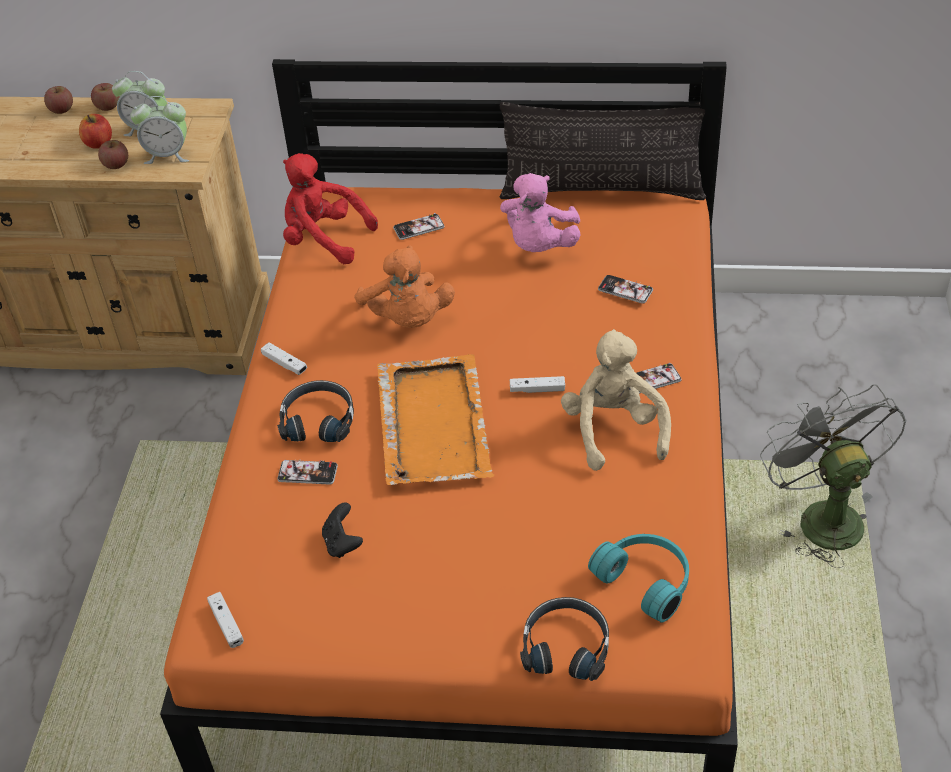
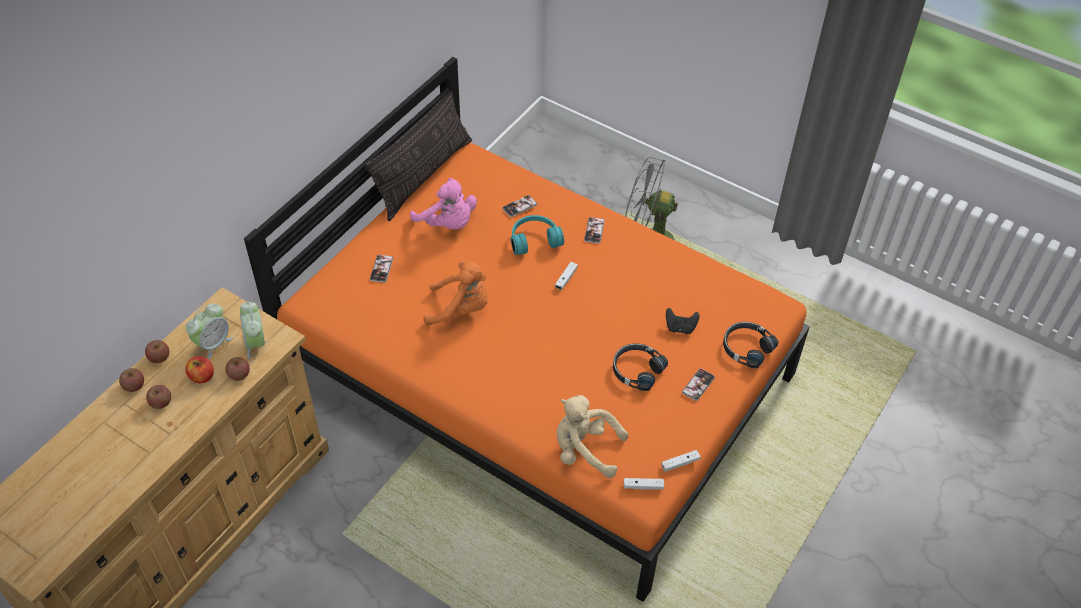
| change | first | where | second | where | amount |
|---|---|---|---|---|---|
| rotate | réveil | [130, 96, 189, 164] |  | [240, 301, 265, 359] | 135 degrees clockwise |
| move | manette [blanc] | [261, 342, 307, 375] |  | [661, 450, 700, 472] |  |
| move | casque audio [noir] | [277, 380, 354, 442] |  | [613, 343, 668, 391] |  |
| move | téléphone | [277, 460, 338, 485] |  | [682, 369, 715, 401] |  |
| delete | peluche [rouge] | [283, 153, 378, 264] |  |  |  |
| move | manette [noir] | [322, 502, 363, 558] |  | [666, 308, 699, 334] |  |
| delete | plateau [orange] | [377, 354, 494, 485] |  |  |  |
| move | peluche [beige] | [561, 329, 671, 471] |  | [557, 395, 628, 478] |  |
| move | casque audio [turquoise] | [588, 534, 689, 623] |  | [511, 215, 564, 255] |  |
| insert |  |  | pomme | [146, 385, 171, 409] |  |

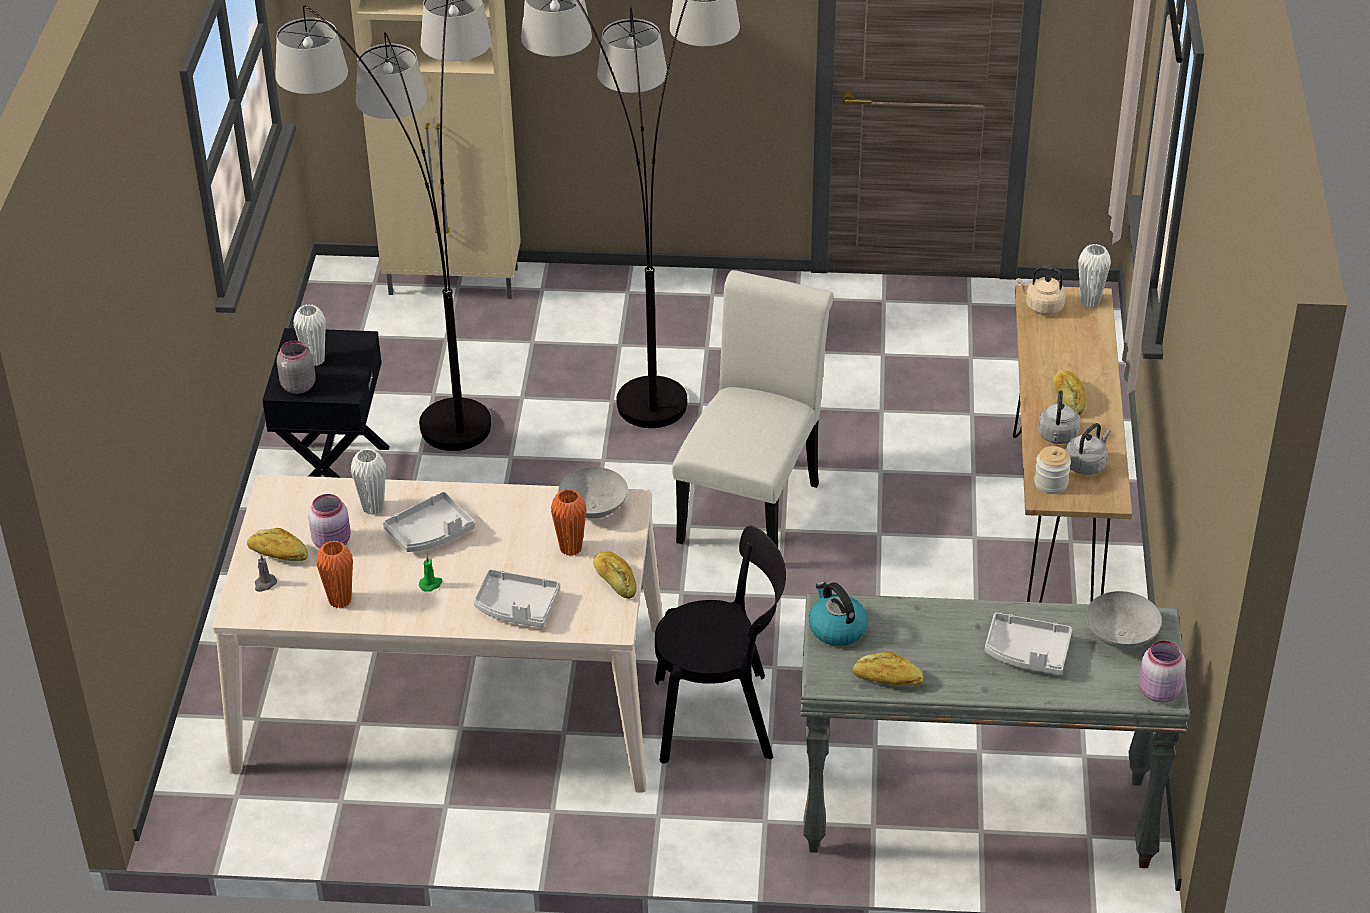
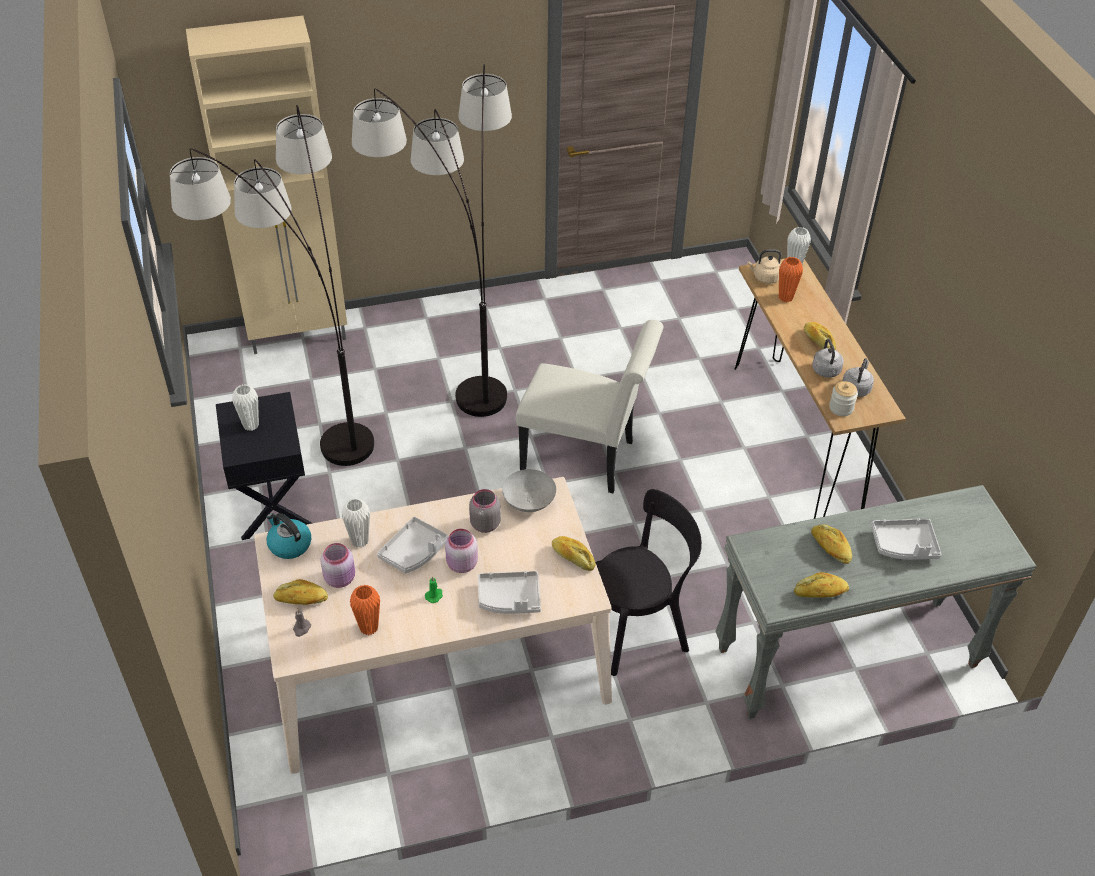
| change | first | where | second | where | amount |
|---|---|---|---|---|---|
| move | bocal [gris] | [277, 341, 316, 394] |  | [469, 489, 501, 533] |  |
| move | vase [orange] | [551, 489, 587, 556] |  | [779, 257, 803, 302] |  |
| rotate | chaise [blanc] | [672, 270, 834, 547] |  | [516, 320, 664, 493] | 105 degrees clockwise |
| move | bouilloire | [809, 582, 868, 646] |  | [266, 513, 311, 559] |  |
| delete | bol [gris] | [1086, 591, 1162, 649] |  |  |  |
| move | bocal [rose] | [1139, 640, 1186, 702] |  | [445, 529, 478, 573] |  |
| insert |  |  | pain | [811, 524, 852, 564] |  |

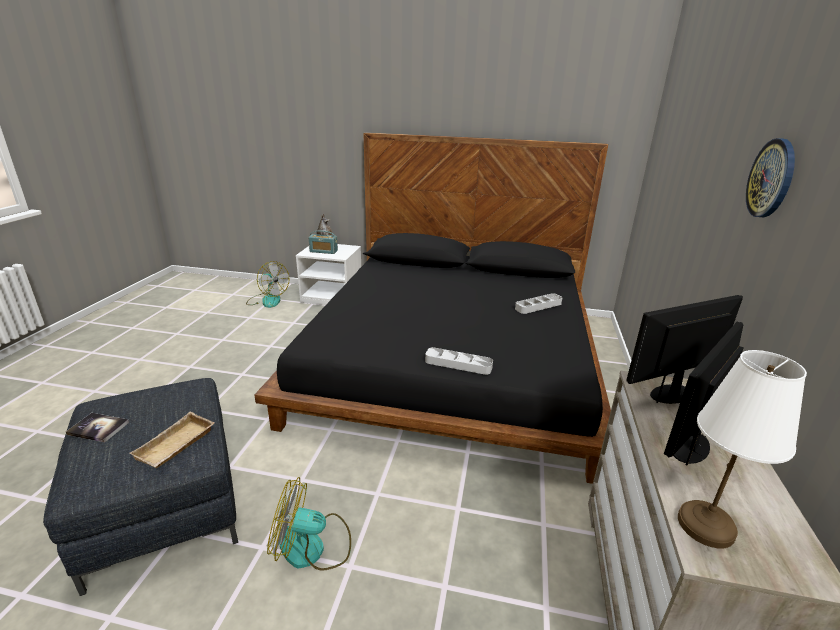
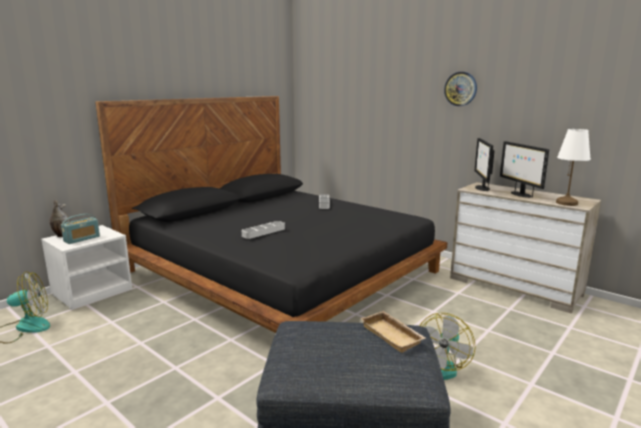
| change | first | where | second | where | amount |
|---|---|---|---|---|---|
| delete | livre | [66, 413, 129, 442] |  |  |  |
| move | plateau [gris] | [425, 347, 493, 375] |  | [242, 221, 285, 239] |  |

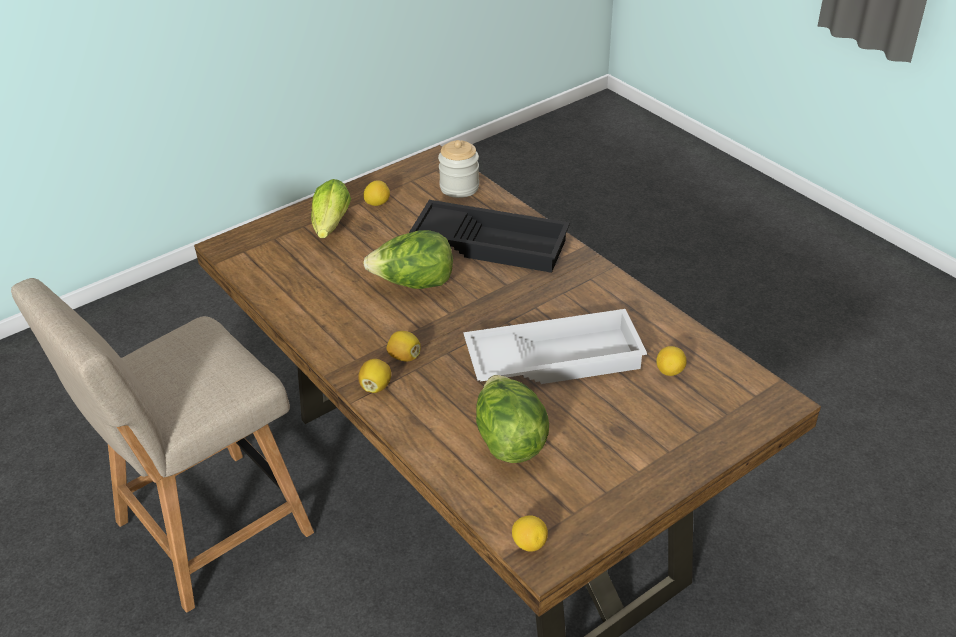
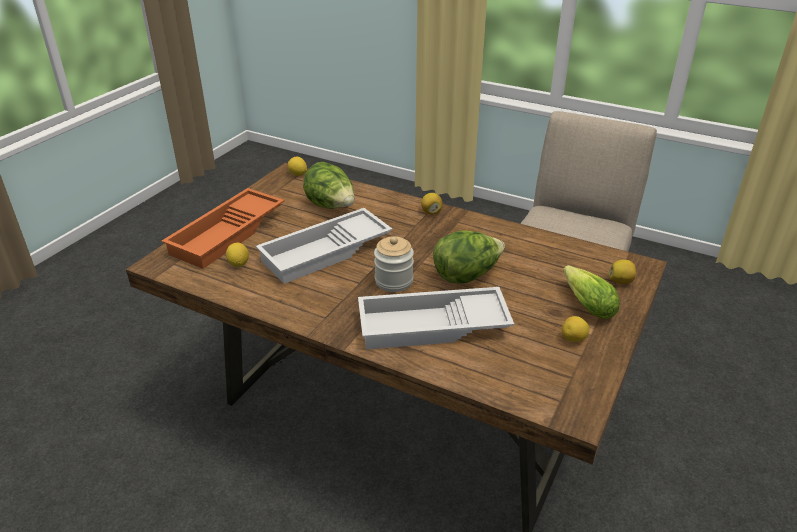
| change | first | where | second | where | amount |
|---|---|---|---|---|---|
| move | citron | [387, 331, 421, 362] |  | [609, 260, 636, 284] |  |
| recolor | plateau [noir] | [409, 200, 570, 273] | plateau [blanc] | [358, 287, 514, 349] |  |
| move | bocal | [438, 140, 479, 198] |  | [374, 236, 414, 292] |  |
| insert |  |  | plateau [orange] | [161, 188, 285, 269] |  |

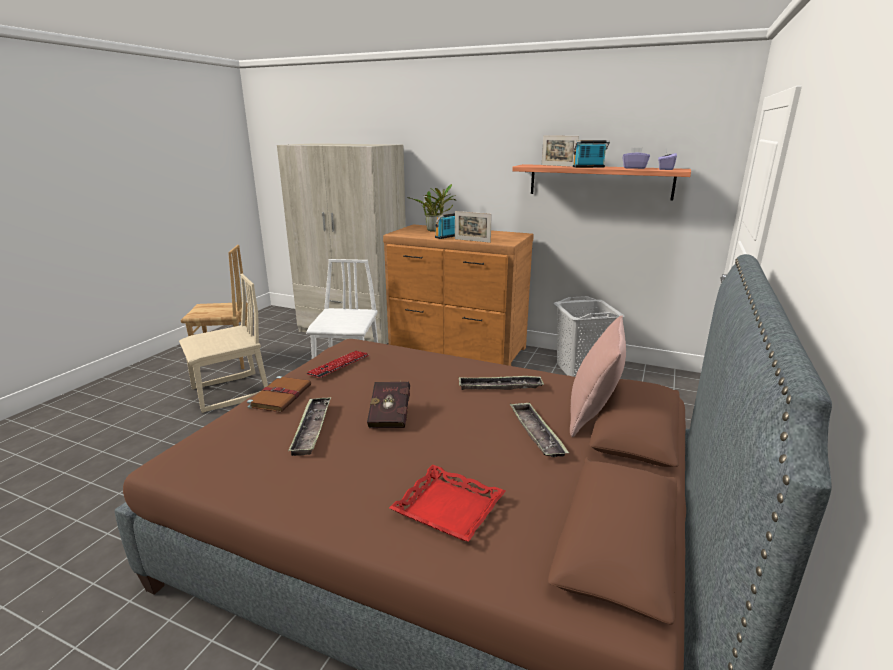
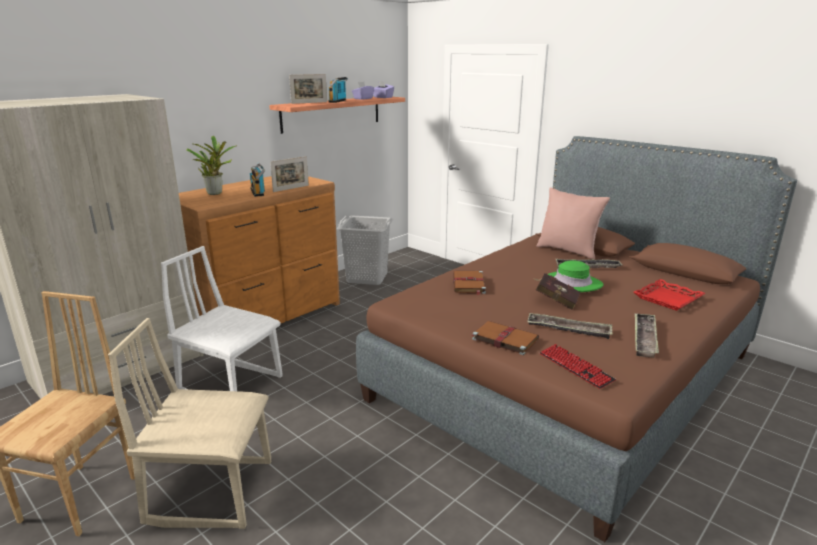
| change | first | where | second | where | amount |
|---|---|---|---|---|---|
| rotate | chaise [beige] | [179, 274, 268, 413] |  | [108, 318, 271, 529] | 75 degrees counterclockwise |
| move | clavier | [307, 351, 369, 378] |  | [540, 344, 616, 389] |  |
| move | plateau | [459, 376, 544, 390] |  | [635, 313, 659, 358] |  |
| insert |  |  | livre [marron] | [453, 270, 486, 295] |  |
| insert |  |  | chapeau [vert] | [548, 261, 603, 292] |  |

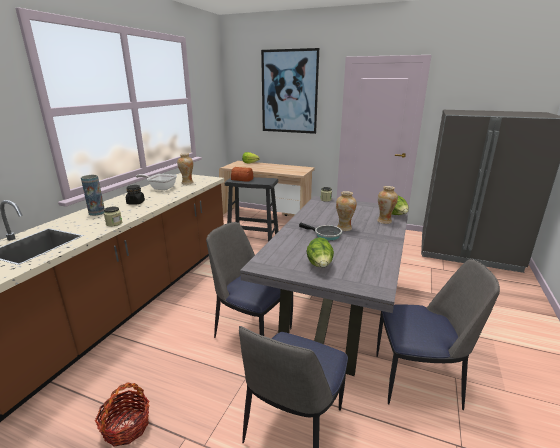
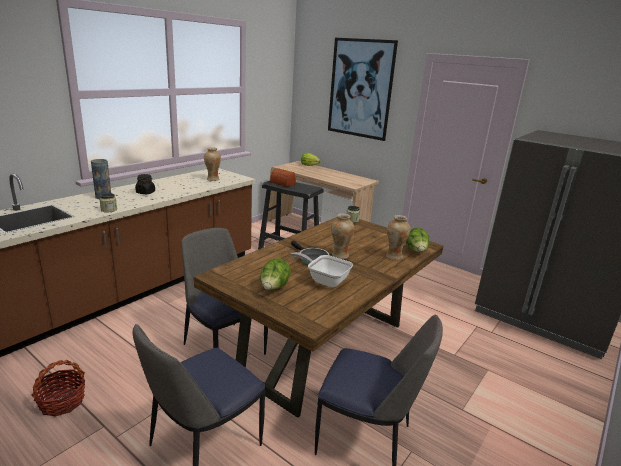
| change | first | where | second | where | amount |
|---|---|---|---|---|---|
| move | poêle | [136, 174, 177, 190] |  | [291, 252, 353, 288] |  |
| recolor | table à manger [gris] | [240, 196, 409, 376] | table à manger [marron] | [193, 217, 444, 418] |  |

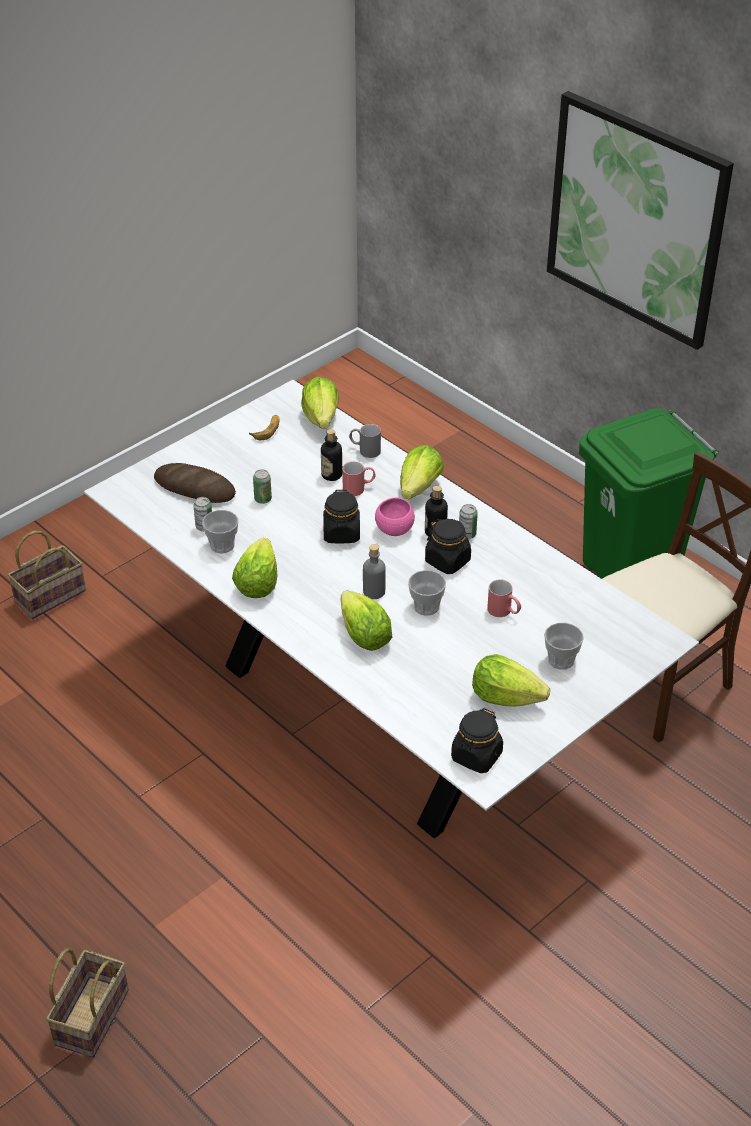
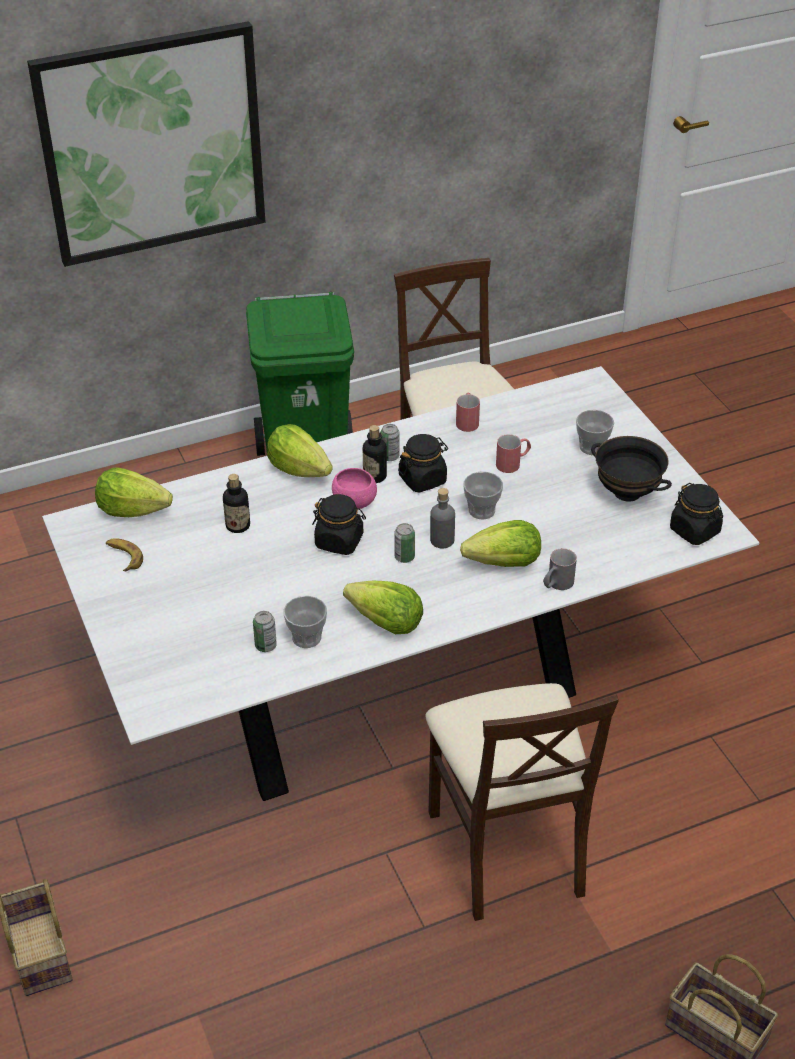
| change | first | where | second | where | amount |
|---|---|---|---|---|---|
| delete | pain | [154, 463, 236, 503] |  |  |  |
| move | boîte métallique | [253, 469, 272, 504] |  | [394, 523, 415, 563] |  |
| move | mug [rouge] | [342, 461, 376, 496] |  | [456, 393, 480, 432] |  |
| move | mug [gris] | [349, 424, 381, 458] |  | [543, 548, 577, 590] |  |
| replace | laitue | [472, 654, 550, 707] | bol [noir] | [591, 436, 672, 502] |  |
| insert |  |  | chaise [beige] | [425, 683, 619, 921] |  |

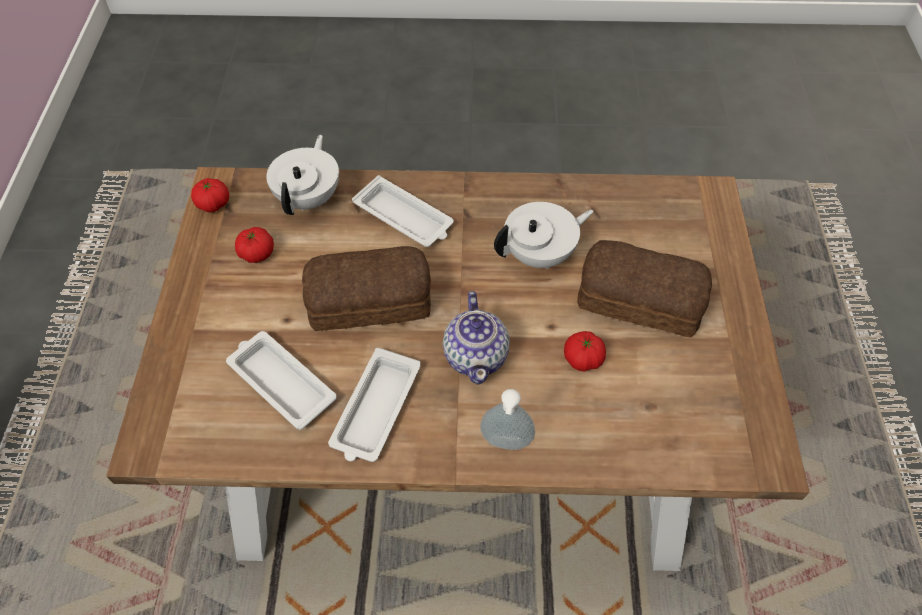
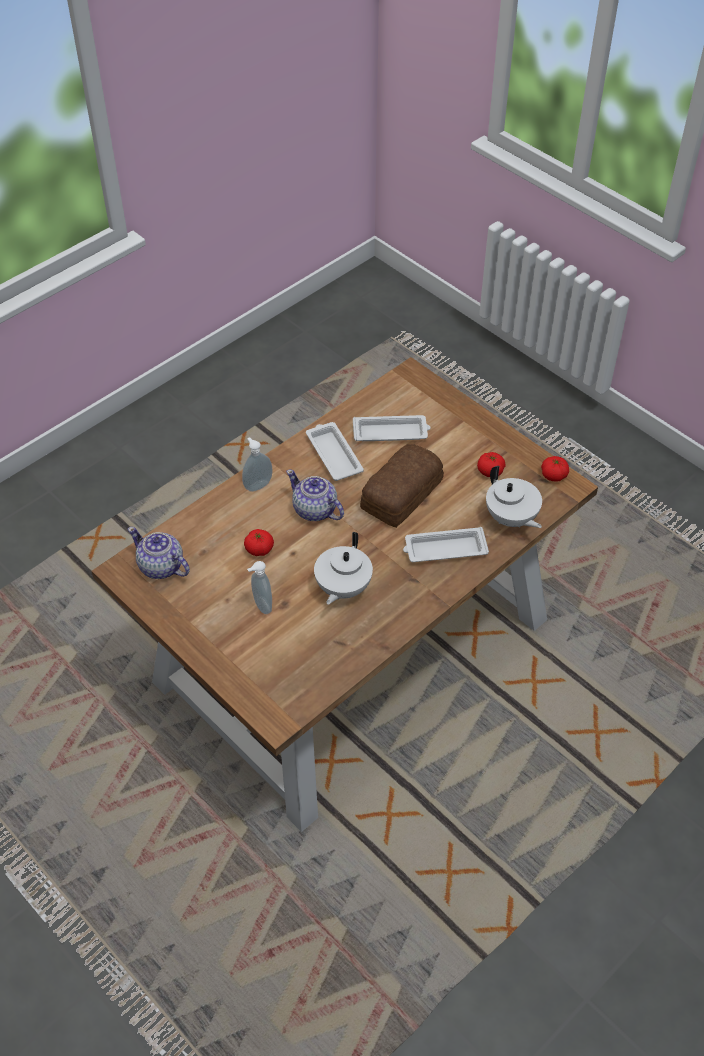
| change | first | where | second | where | amount |
|---|---|---|---|---|---|
| replace | pain | [577, 240, 712, 338] | distributeur de savon | [247, 561, 272, 614] |  |
| insert |  |  | théière | [128, 527, 190, 579] |  |

